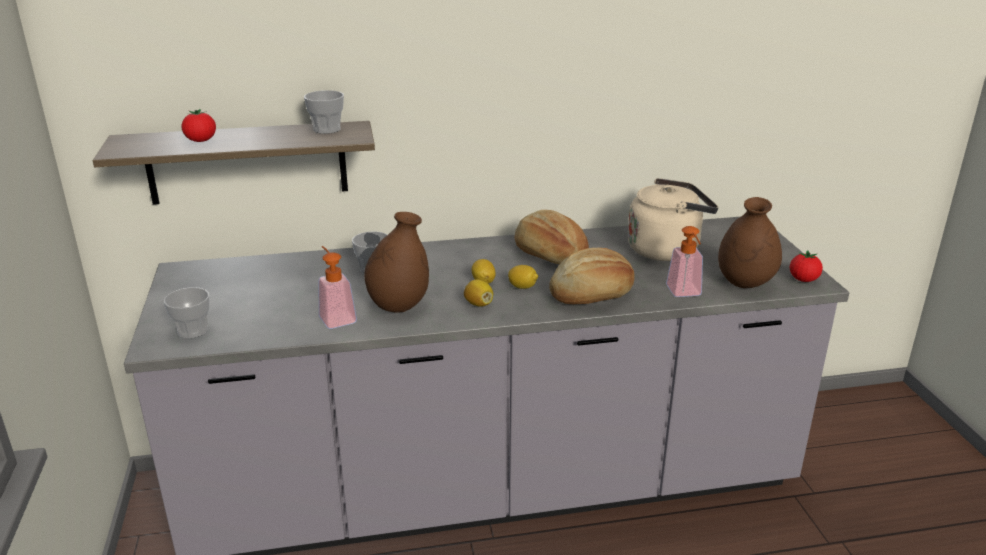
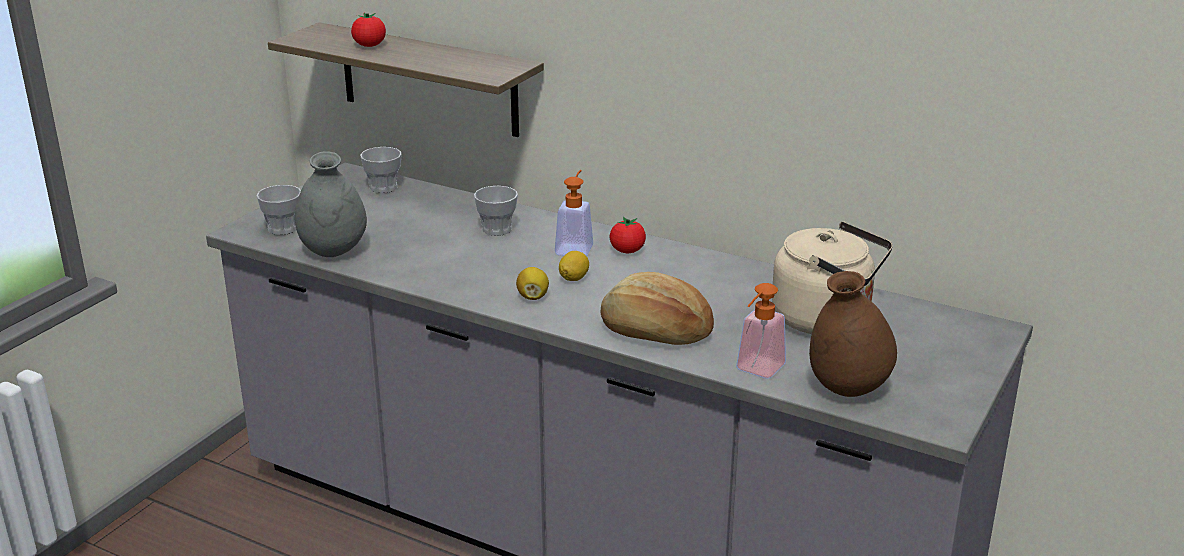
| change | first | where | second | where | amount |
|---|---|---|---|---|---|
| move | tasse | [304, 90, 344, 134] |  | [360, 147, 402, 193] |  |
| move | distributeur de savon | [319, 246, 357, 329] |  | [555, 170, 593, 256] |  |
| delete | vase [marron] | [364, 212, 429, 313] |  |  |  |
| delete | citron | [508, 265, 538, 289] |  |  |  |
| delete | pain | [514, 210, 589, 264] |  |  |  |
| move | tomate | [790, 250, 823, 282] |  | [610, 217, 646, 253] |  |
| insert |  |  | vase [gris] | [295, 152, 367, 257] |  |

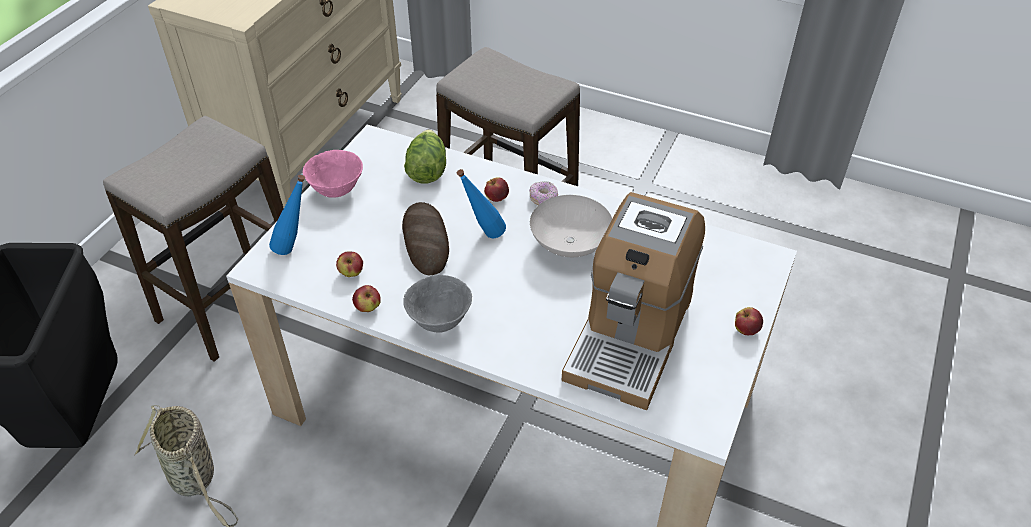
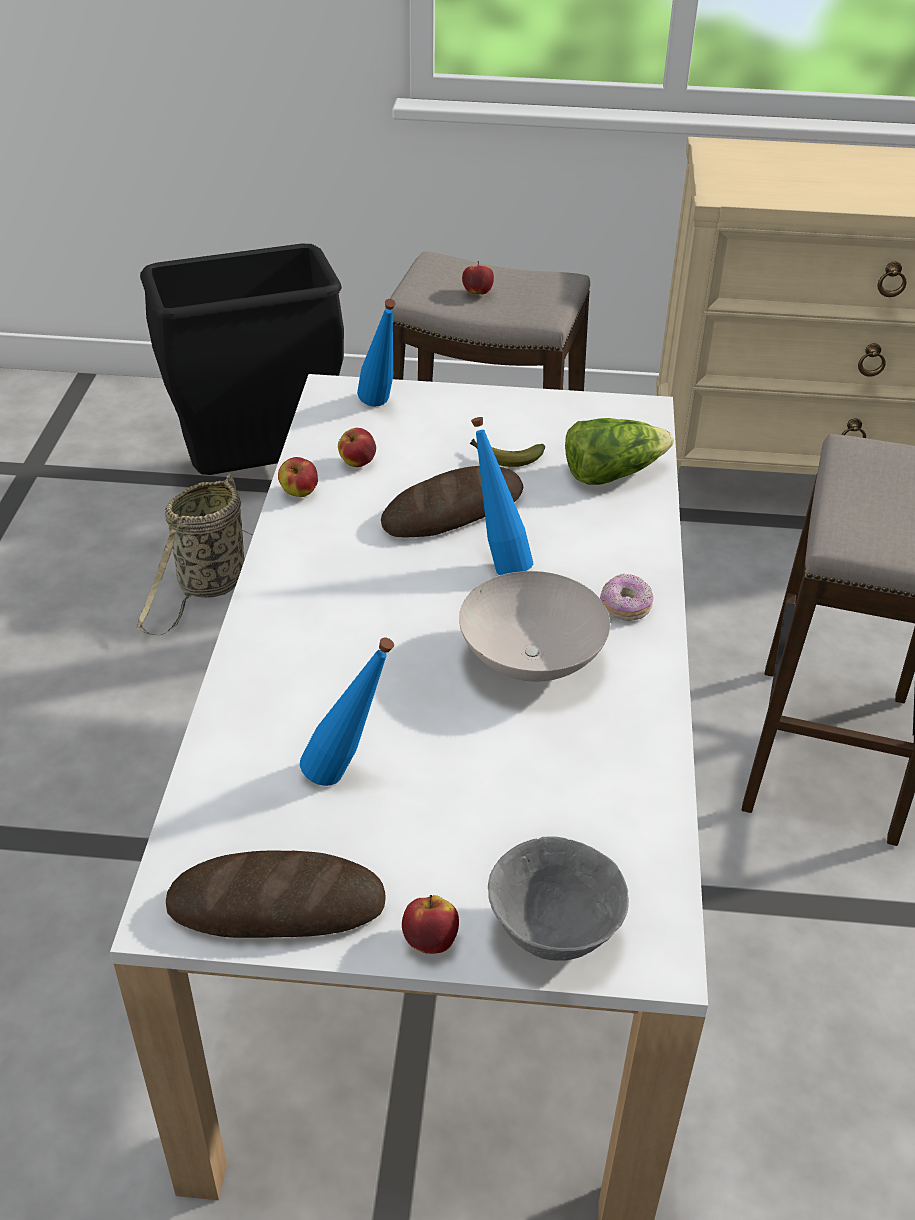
| change | first | where | second | where | amount |
|---|---|---|---|---|---|
| delete | bol [rose] | [303, 150, 363, 198] |  |  |  |
| move | bol [gris] | [403, 275, 472, 333] |  | [488, 836, 629, 961] |  |
| move | pomme | [484, 177, 509, 202] |  | [462, 261, 494, 295] |  |
| replace | machine à café | [562, 192, 705, 410] | bouteille [bleu] | [300, 638, 394, 786] |  |
| insert |  |  | pain | [166, 851, 386, 938] |  |
| insert |  |  | banane | [470, 439, 545, 467] |  |

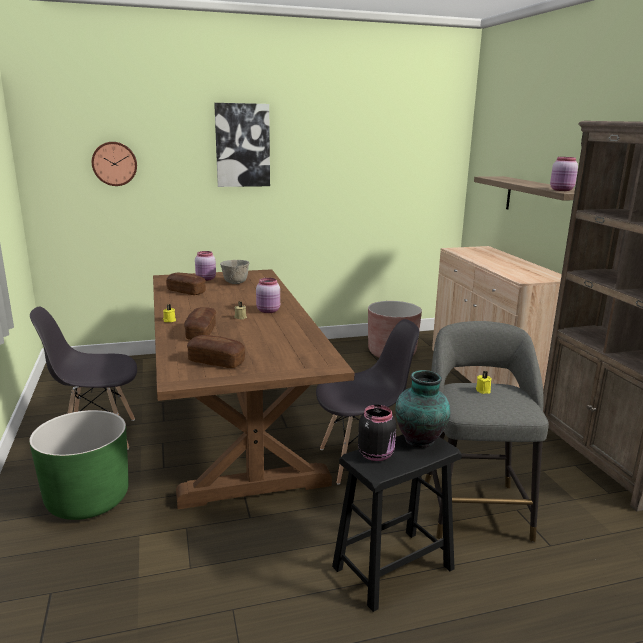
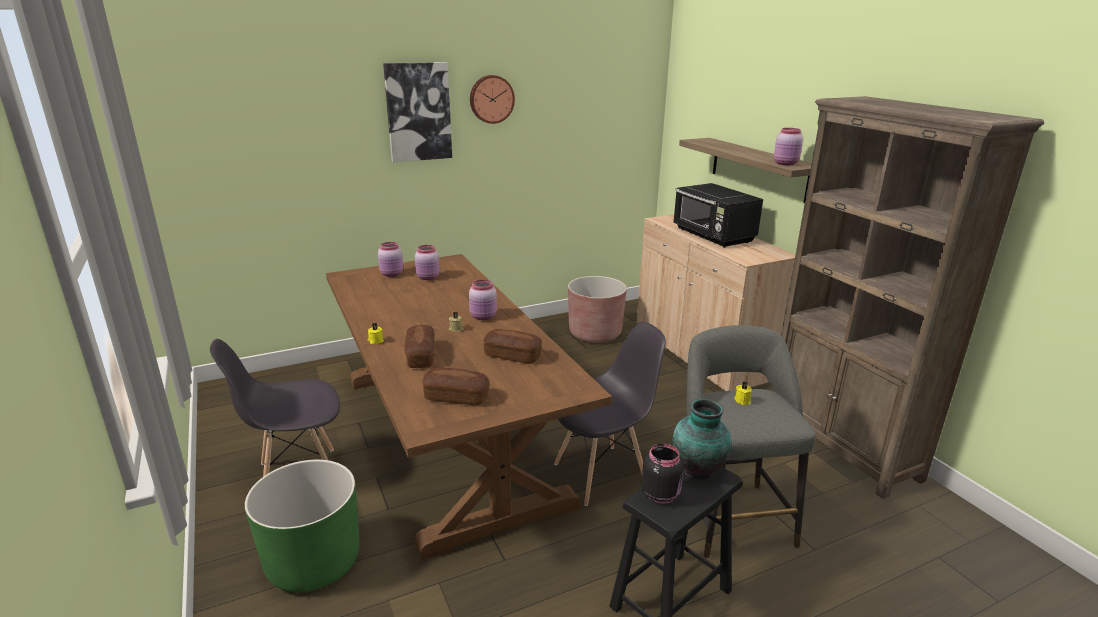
| change | first | where | second | where | amount |
|---|---|---|---|---|---|
| move | horloge murale | [92, 142, 137, 186] |  | [470, 75, 515, 124] |  |
| move | pain | [166, 273, 206, 295] |  | [484, 329, 542, 364] |  |
| replace | bol [gris] | [220, 260, 249, 284] | bocal [rose] | [415, 245, 440, 280] |  |
| insert |  |  | micro-ondes [noir] | [673, 183, 763, 247] |  |

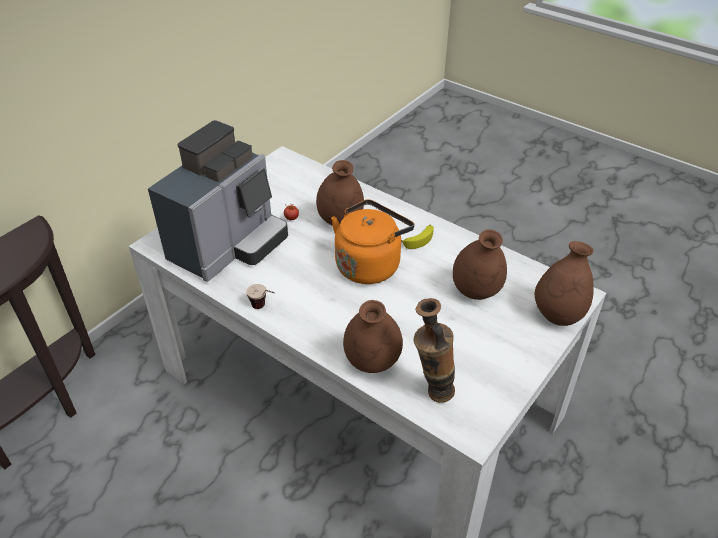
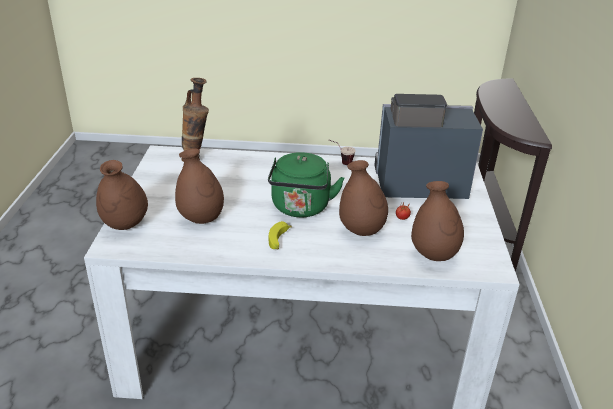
| change | first | where | second | where | amount |
|---|---|---|---|---|---|
| rotate | machine à café | [148, 120, 288, 282] |  | [374, 94, 483, 199] | 90 degrees clockwise |
| recolor | bouilloire [orange] | [331, 199, 414, 284] | bouilloire [vert] | [268, 152, 345, 217] |  |
| move | vase [marron] | [343, 300, 403, 373] |  | [411, 181, 464, 261] |  |

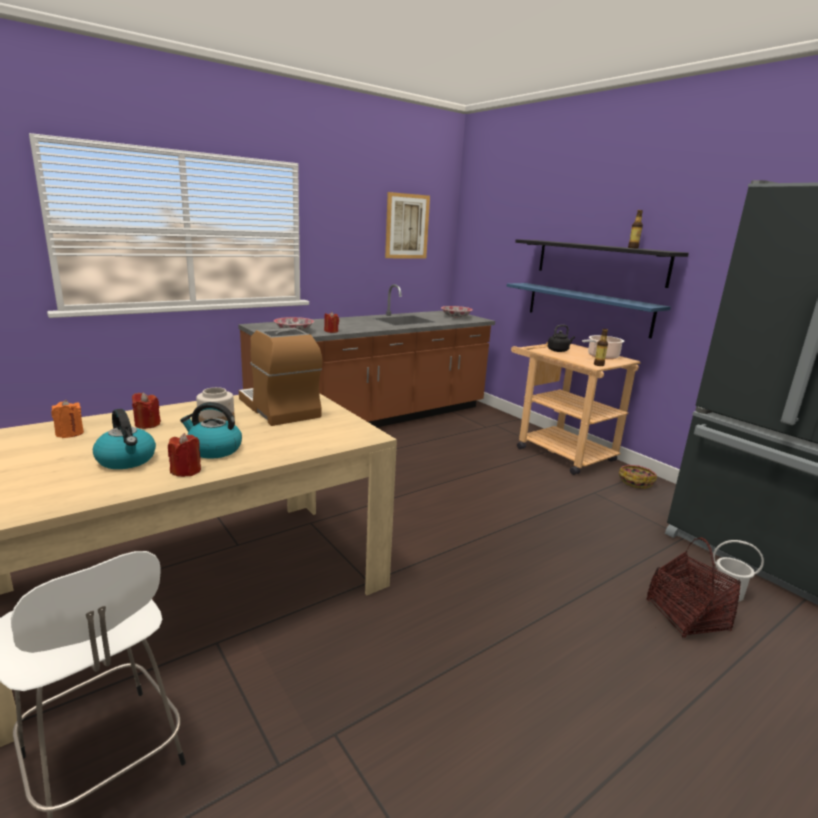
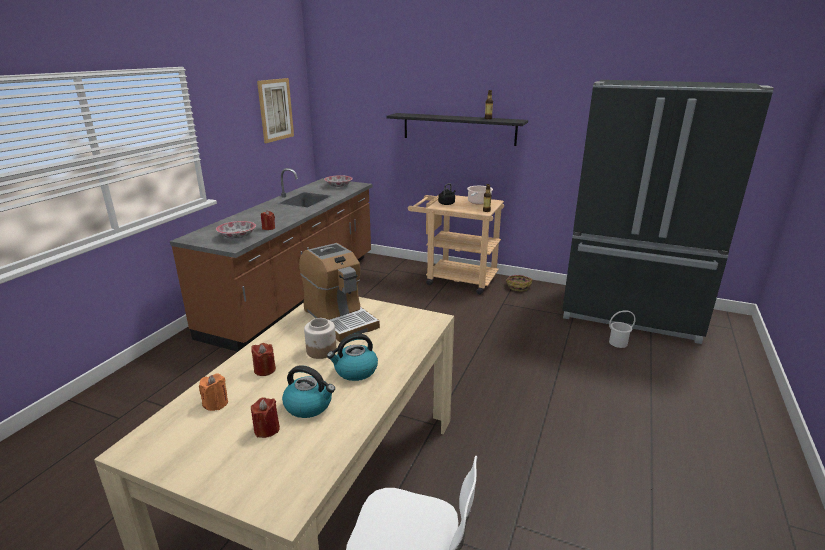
| change | first | where | second | where | amount |
|---|---|---|---|---|---|
| move | bougie [rouge] | [168, 433, 201, 477] |  | [251, 397, 280, 438] |  |
| rotate | machine à café | [239, 328, 322, 426] |  | [299, 243, 380, 342] | 150 degrees counterclockwise |
| delete | étagère [bleu] | [507, 283, 671, 338] |  |  |  |
| delete | panier | [646, 537, 741, 638] |  |  |  |

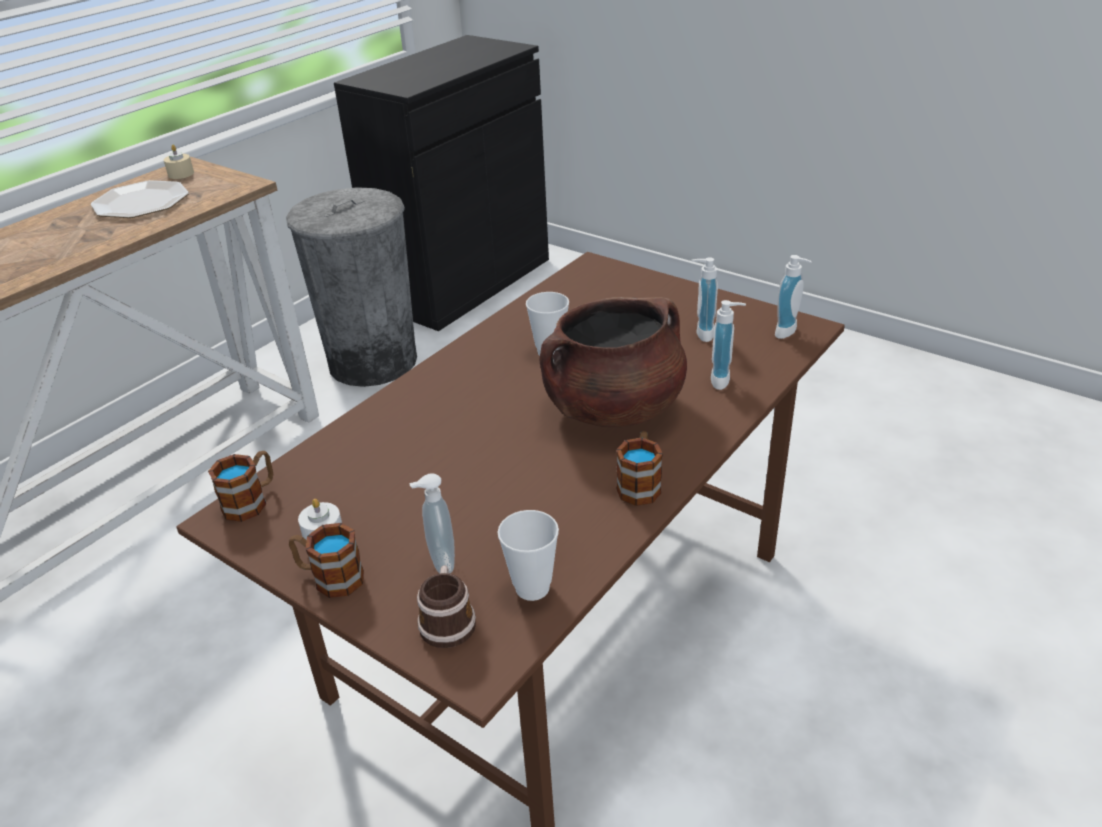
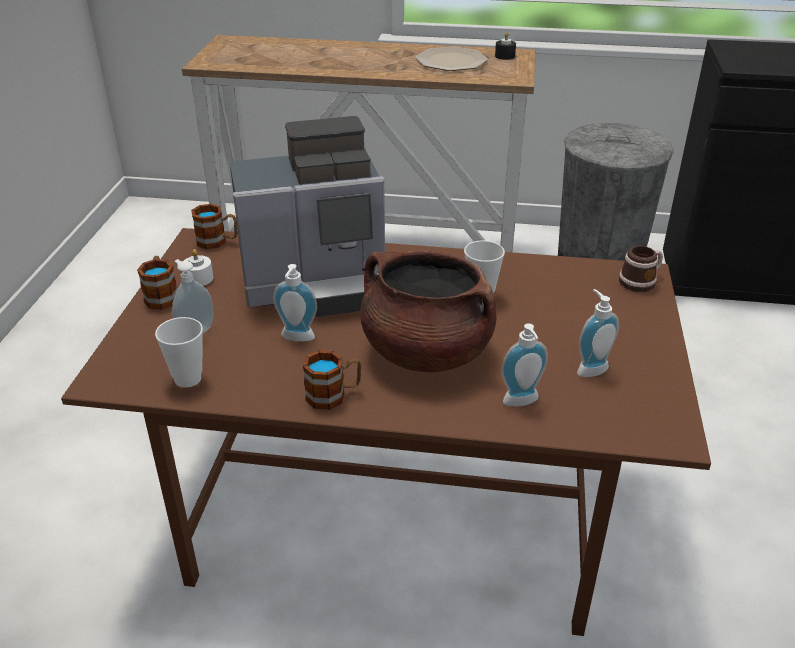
| change | first | where | second | where | amount |
|---|---|---|---|---|---|
| recolor | bougie [beige] | [164, 145, 194, 179] | bougie [noir] | [495, 32, 516, 60] |  |
| move | mug | [417, 565, 476, 648] |  | [619, 246, 663, 292] |  |
| move | distributeur de savon | [775, 255, 812, 339] |  | [273, 264, 317, 342] |  |
| insert |  |  | machine à café | [230, 116, 385, 317] |  |

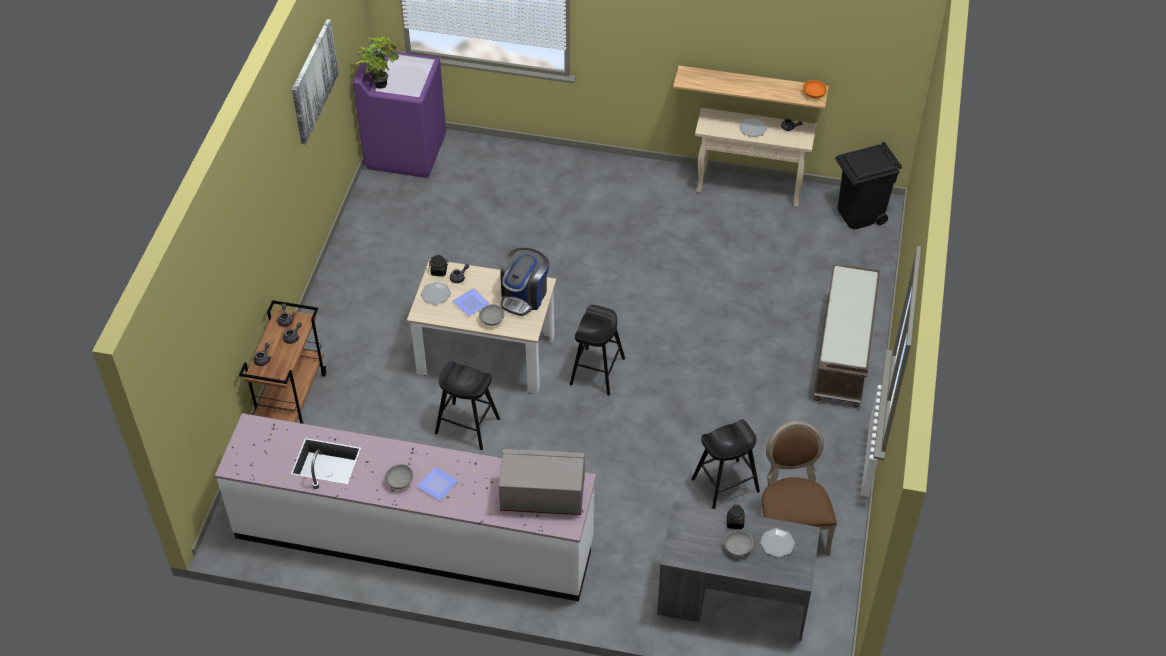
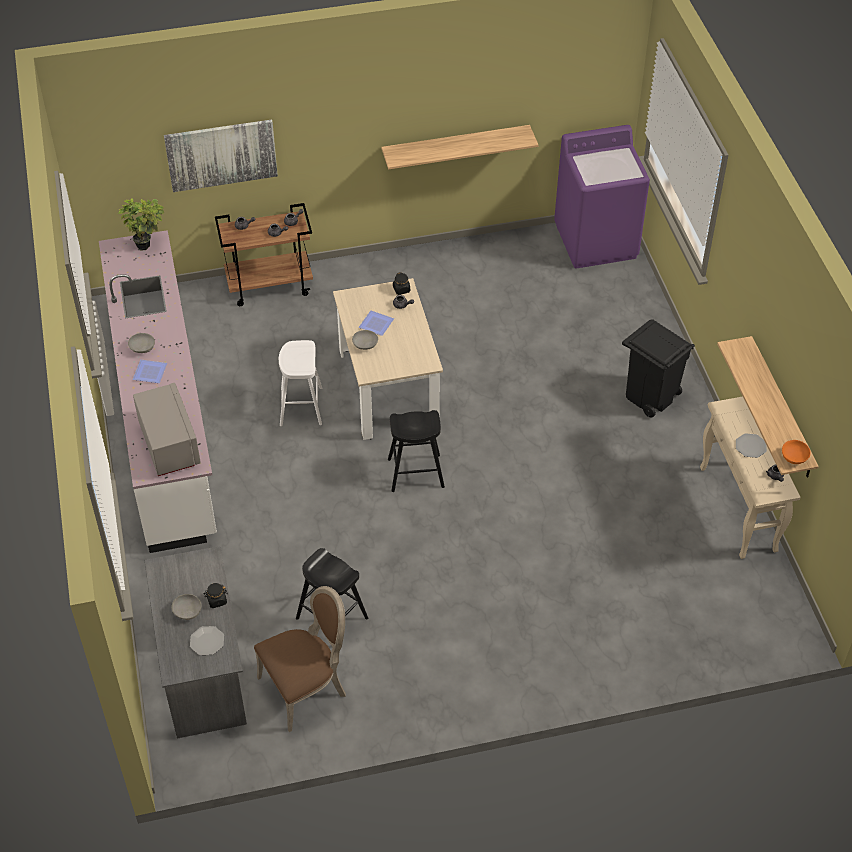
| change | first | where | second | where | amount |
|---|---|---|---|---|---|
| move | tableau | [292, 19, 339, 145] |  | [164, 119, 278, 192] |  |
| move | plante en pot | [355, 37, 399, 89] |  | [118, 198, 164, 251] |  |
| delete | assiette | [421, 282, 451, 305] |  |  |  |
| recolor | tabouret [noir] | [435, 361, 500, 450] | tabouret [blanc] | [279, 340, 322, 426] |  |
| delete | machine à café | [500, 248, 549, 316] |  |  |  |
| delete | banc [marron] | [813, 265, 880, 408] |  |  |  |
| move | poubelle [noir] | [835, 142, 902, 229] |  | [622, 320, 695, 418] |  |
| insert |  |  | étagère | [381, 125, 538, 169] |  |

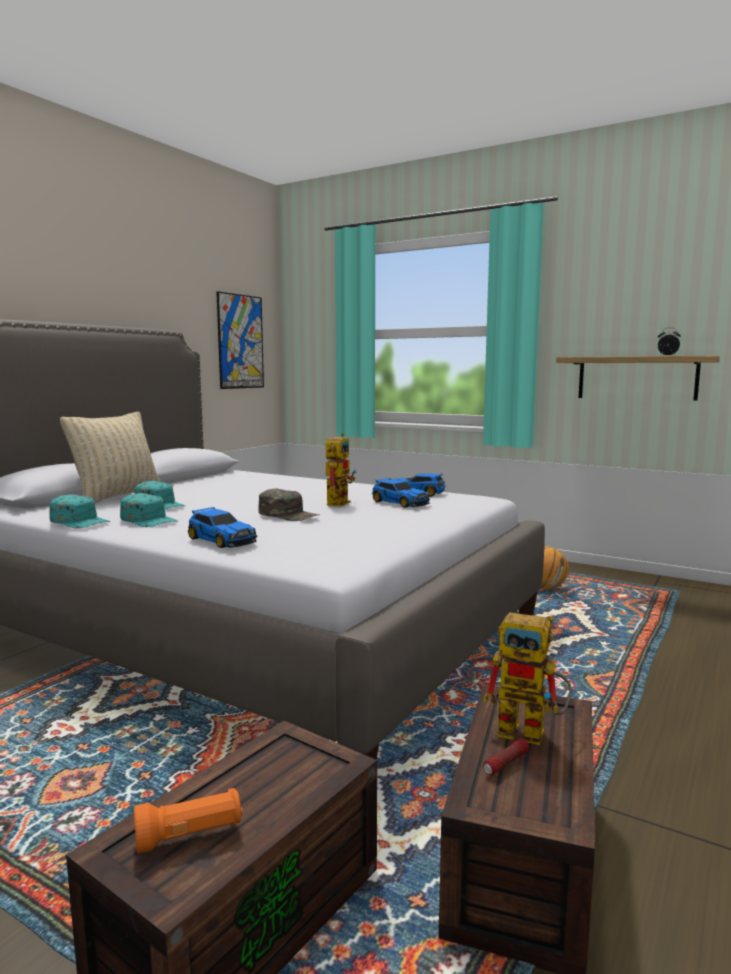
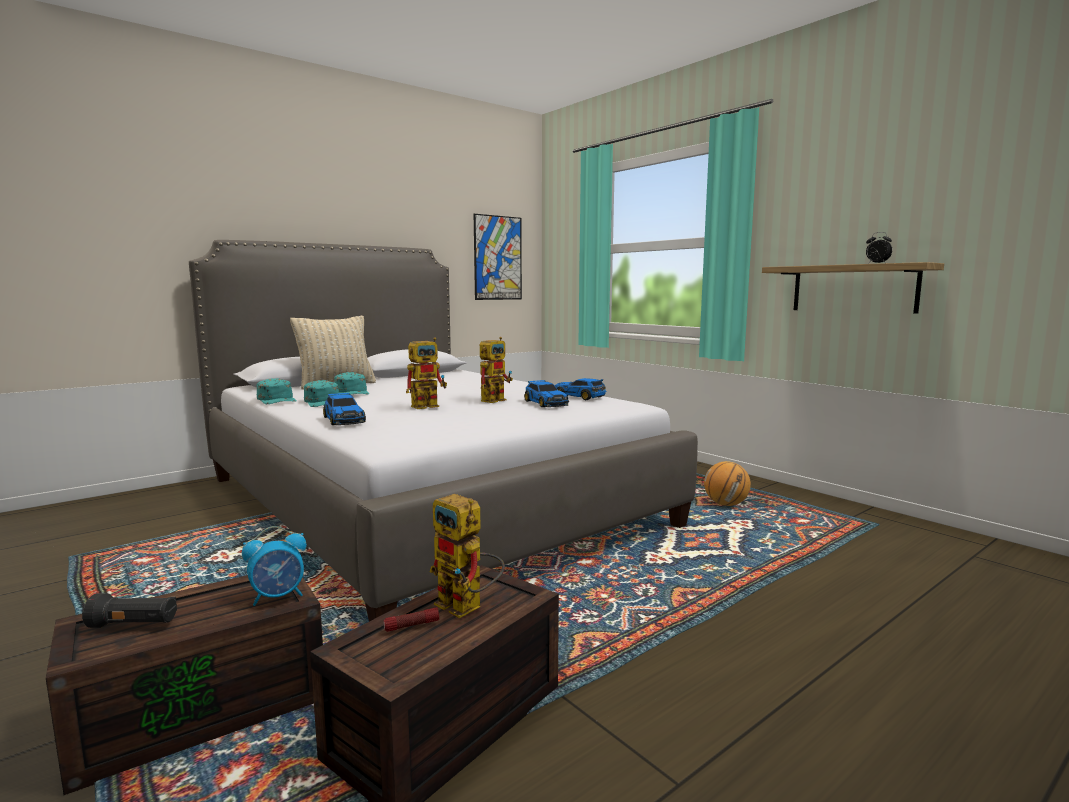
| change | first | where | second | where | amount |
|---|---|---|---|---|---|
| recolor | lampe de poche [orange] | [134, 788, 243, 854] | lampe de poche [noir] | [82, 593, 177, 628] |  |
| replace | casquette [vert] | [258, 489, 319, 521] | robot jouet | [406, 337, 447, 409] |  |
| insert |  |  | réveil | [242, 526, 306, 606] |  |

